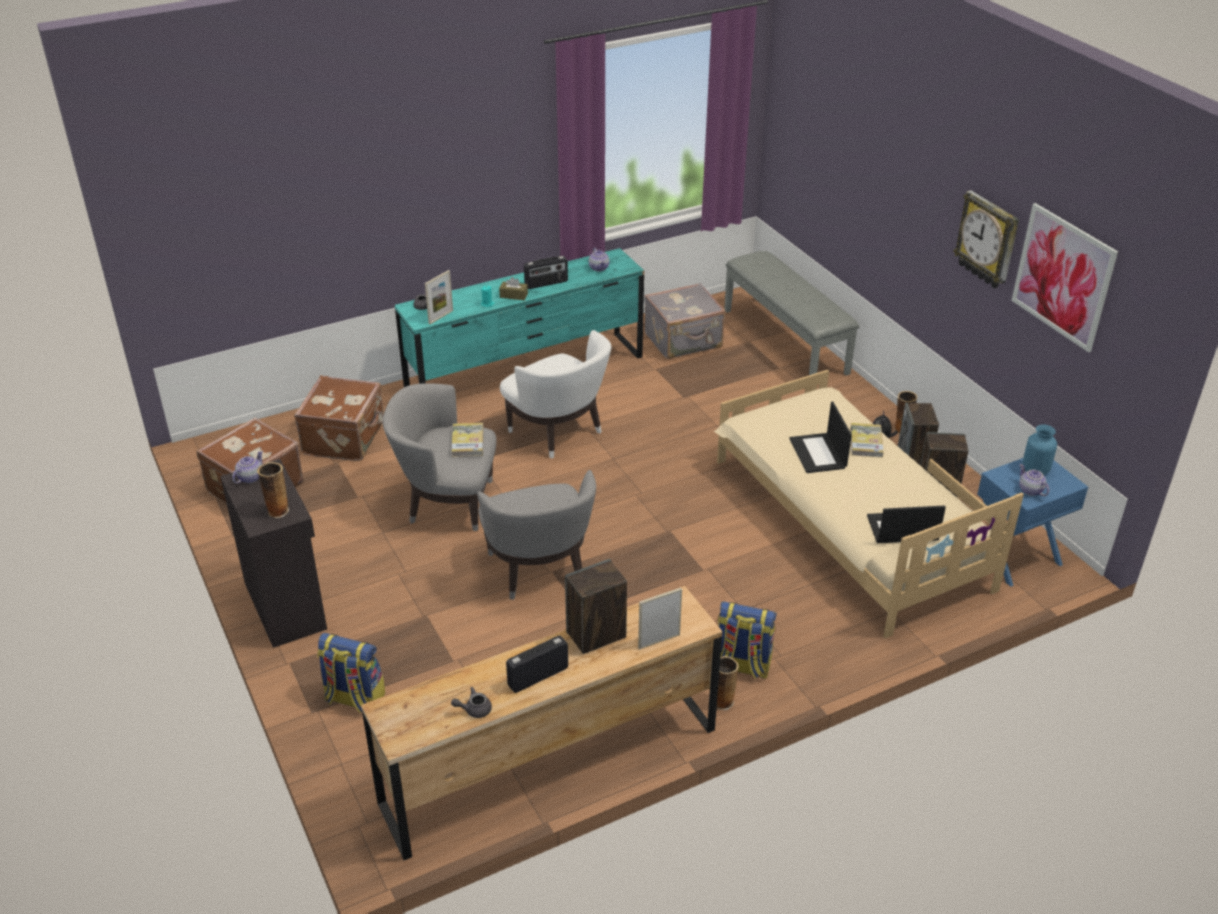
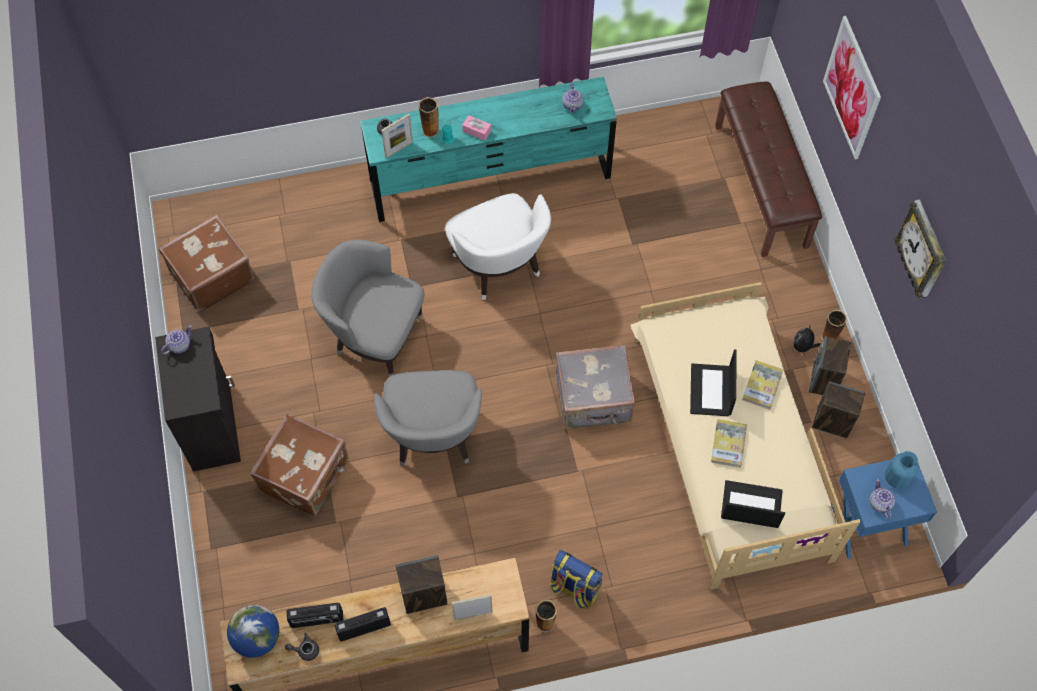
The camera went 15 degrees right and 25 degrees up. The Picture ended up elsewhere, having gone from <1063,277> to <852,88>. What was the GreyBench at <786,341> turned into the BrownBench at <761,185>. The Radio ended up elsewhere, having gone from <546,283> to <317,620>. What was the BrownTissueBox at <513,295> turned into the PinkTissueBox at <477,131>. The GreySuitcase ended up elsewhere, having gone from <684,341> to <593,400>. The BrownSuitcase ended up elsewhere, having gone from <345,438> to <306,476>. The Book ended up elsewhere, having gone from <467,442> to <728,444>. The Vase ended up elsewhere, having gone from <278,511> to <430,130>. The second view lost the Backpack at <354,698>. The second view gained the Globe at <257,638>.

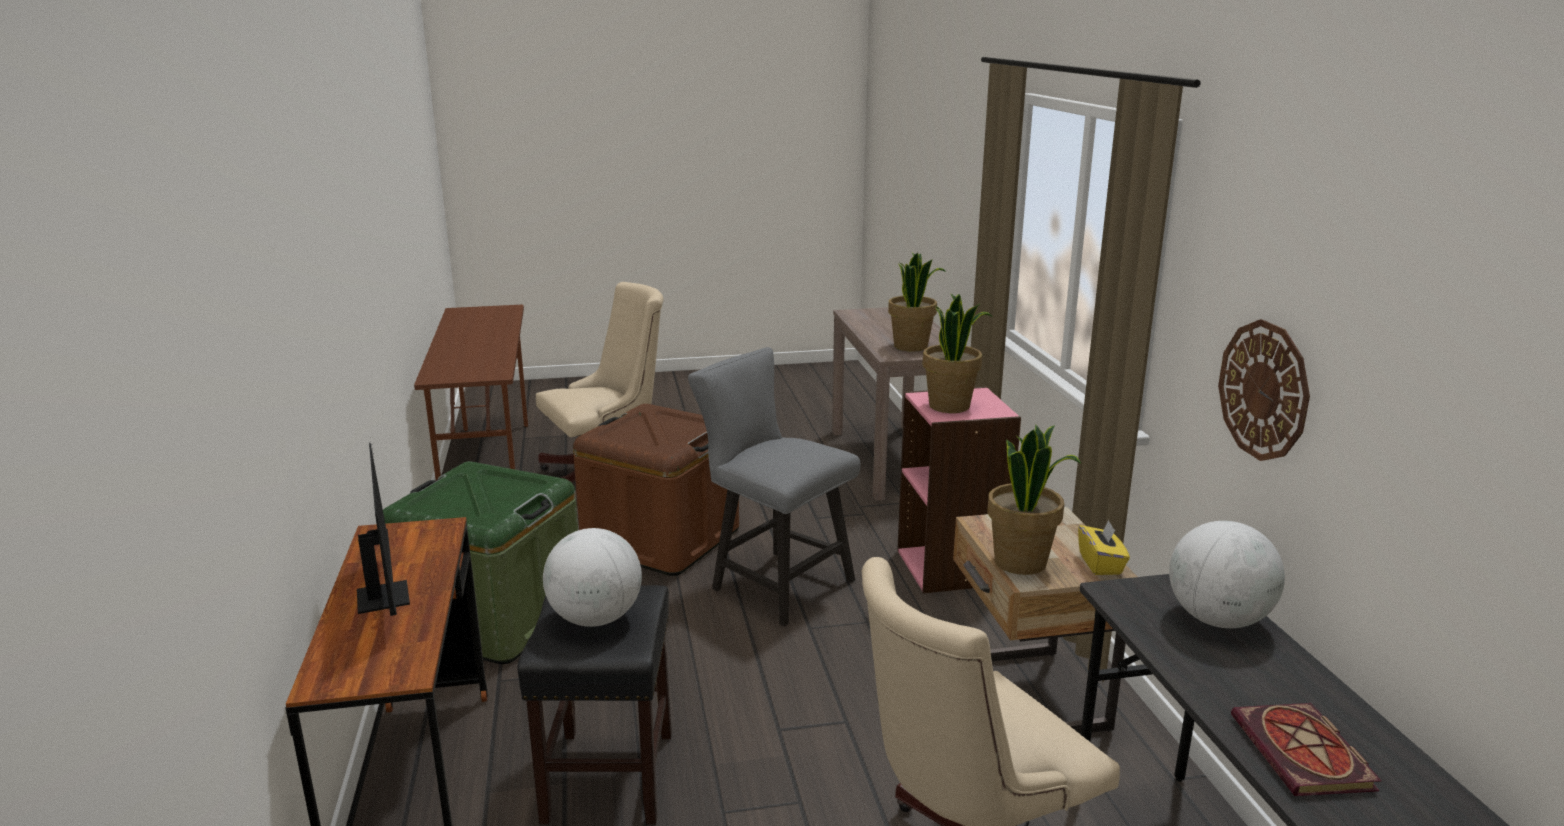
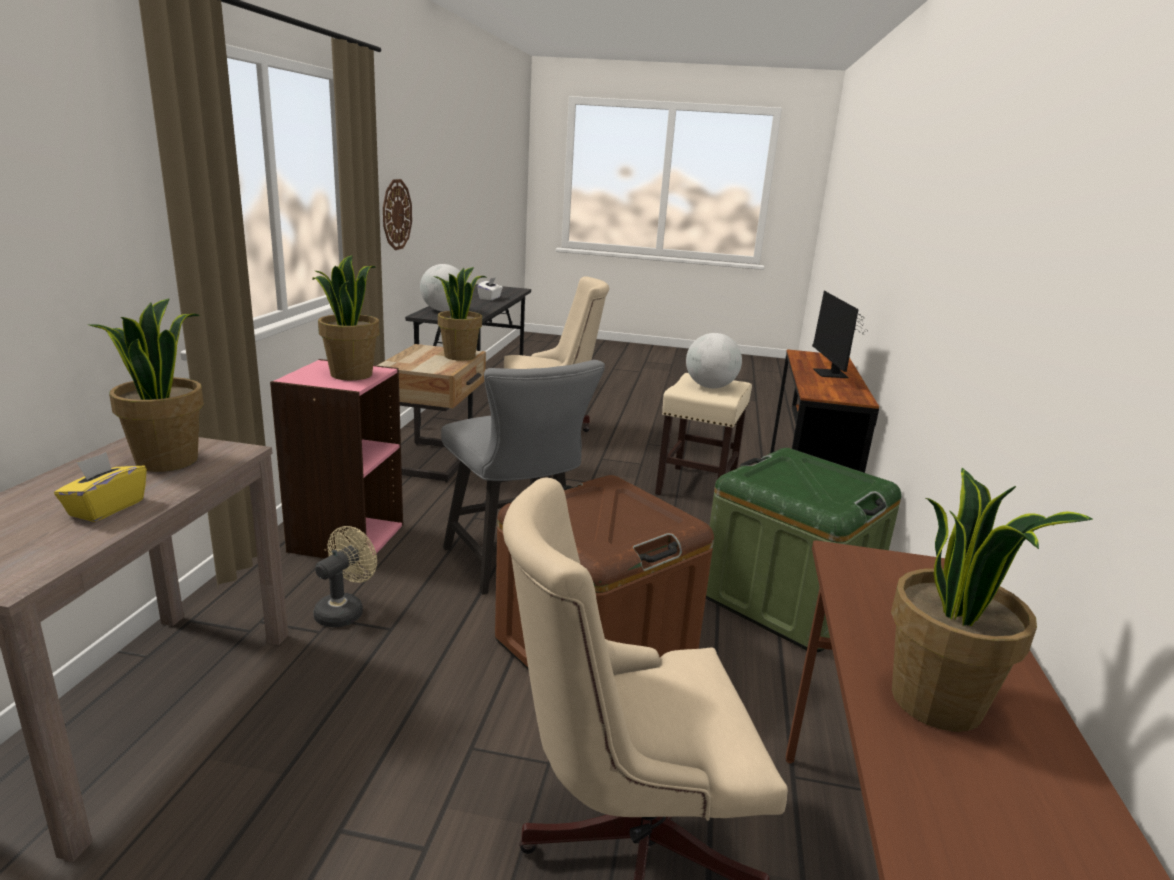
The camera went 160 degrees left and 0 degrees up. The YellowTissueBox ended up elsewhere, having gone from <1101,564> to <106,508>. What was the BlackStool at <609,777> turned into the BeigeStool at <696,486>. Where the Book stood at <1305,755>, the WhiteTissueBox came to stand at <490,298>. The second view gained the PottedPlant at <938,702>. The second view gained the BeigeFan at <344,610>.

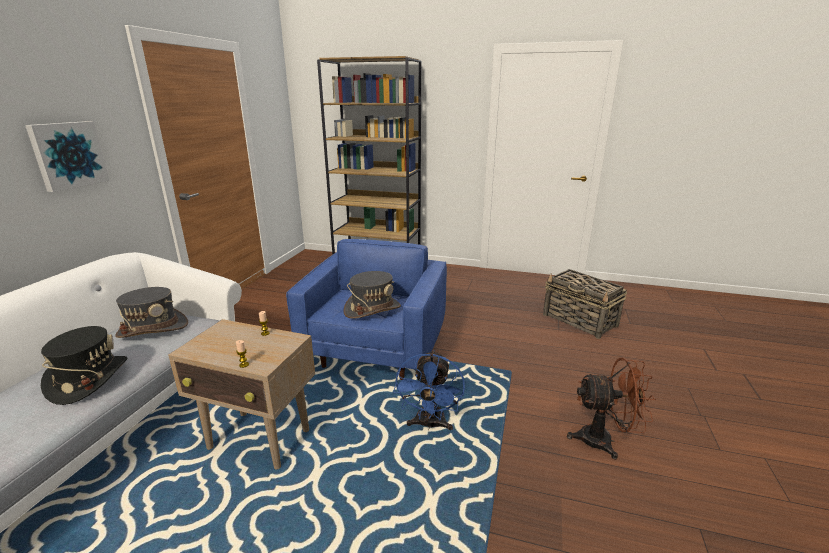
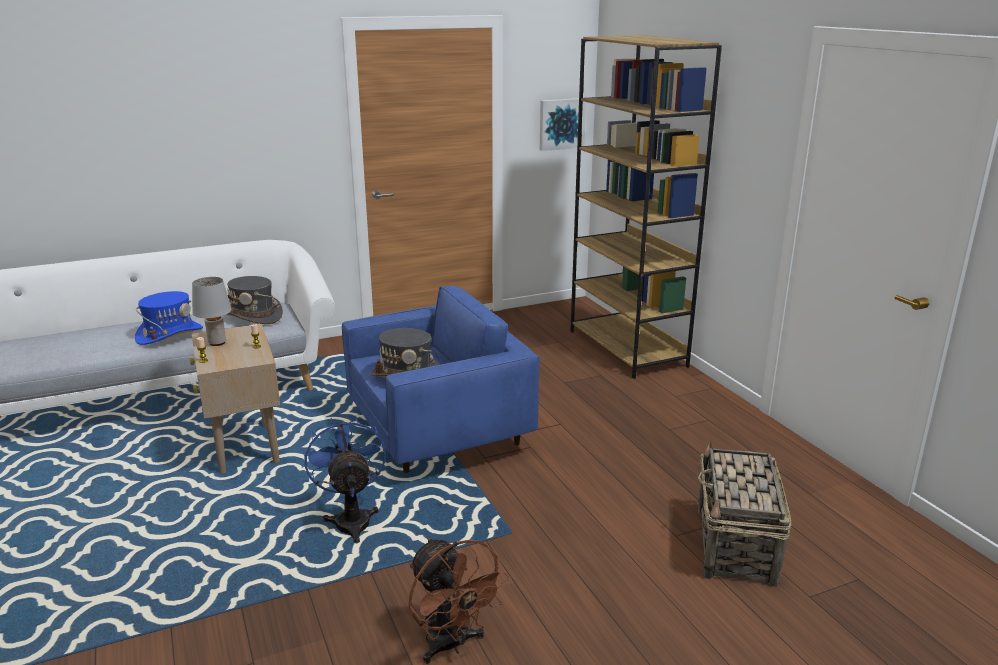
The camera went 50 degrees right and 0 degrees up. The Picture ended up elsewhere, having gone from <68,155> to <561,123>. What was the BlackHat at <88,379> turned into the BlueHat at <169,334>. The BlueFan at <429,425> ended up facing another way, 105 degrees clockwise from before. The second view gained the GreyTableLamp at <217,343>.

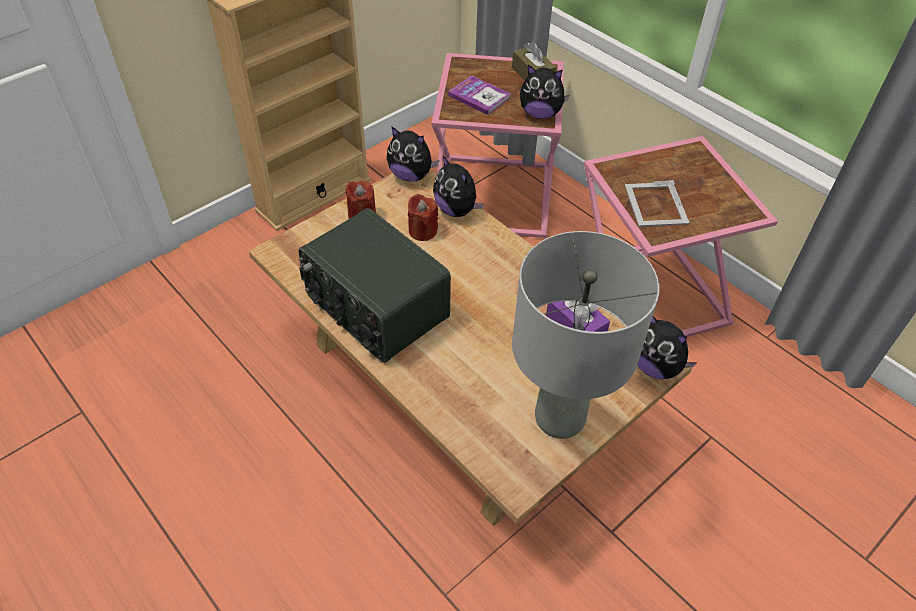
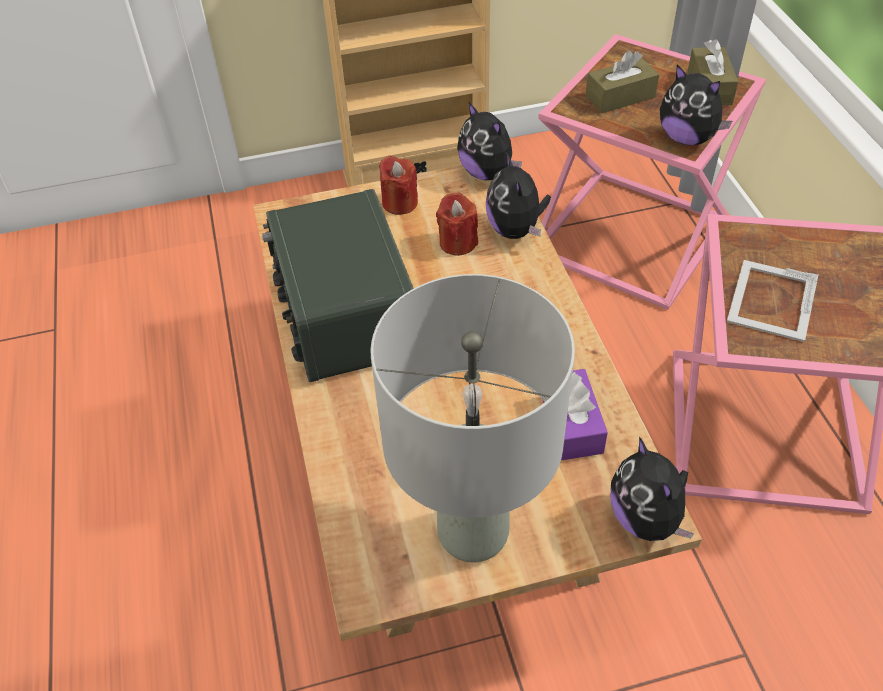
The camera went 30 degrees right and 0 degrees up. Where the Book stood at <479,97>, the BrownTissueBox came to stand at <620,97>.

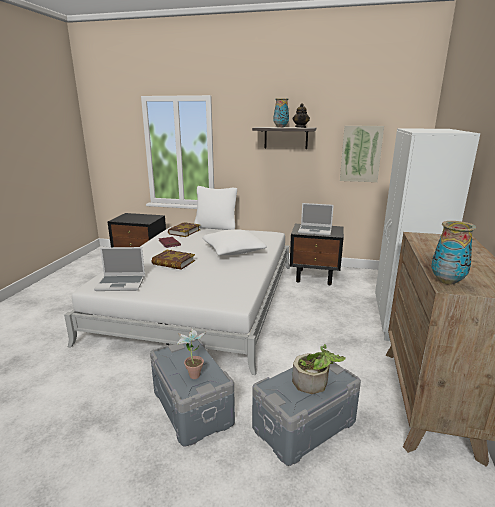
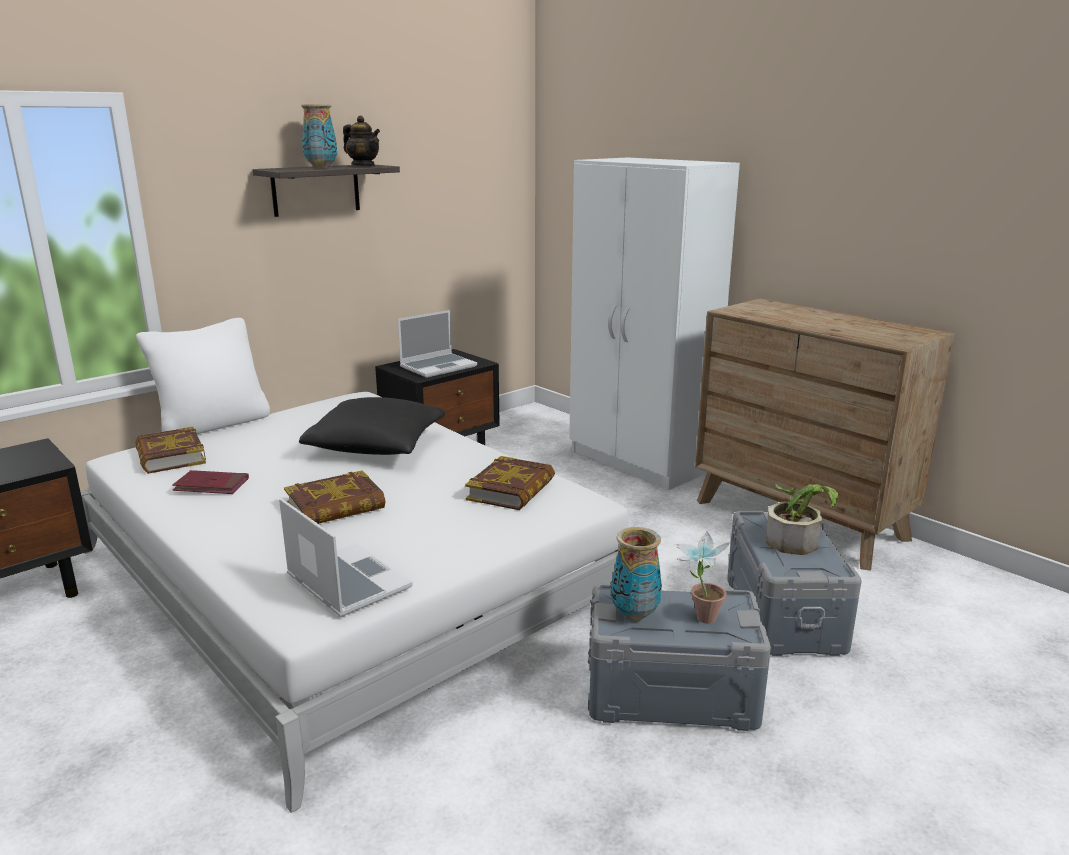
The camera went 55 degrees left and 0 degrees up. The second view lost the Picture at <361,154>. The Vase ended up elsewhere, having gone from <446,281> to <634,614>. What was the WhitePillow at <233,251> turned into the BlackPillow at <376,446>. The Laptop at <121,283> ended up facing another way, 75 degrees counterclockwise from before. The second view gained the Book at <511,490>.

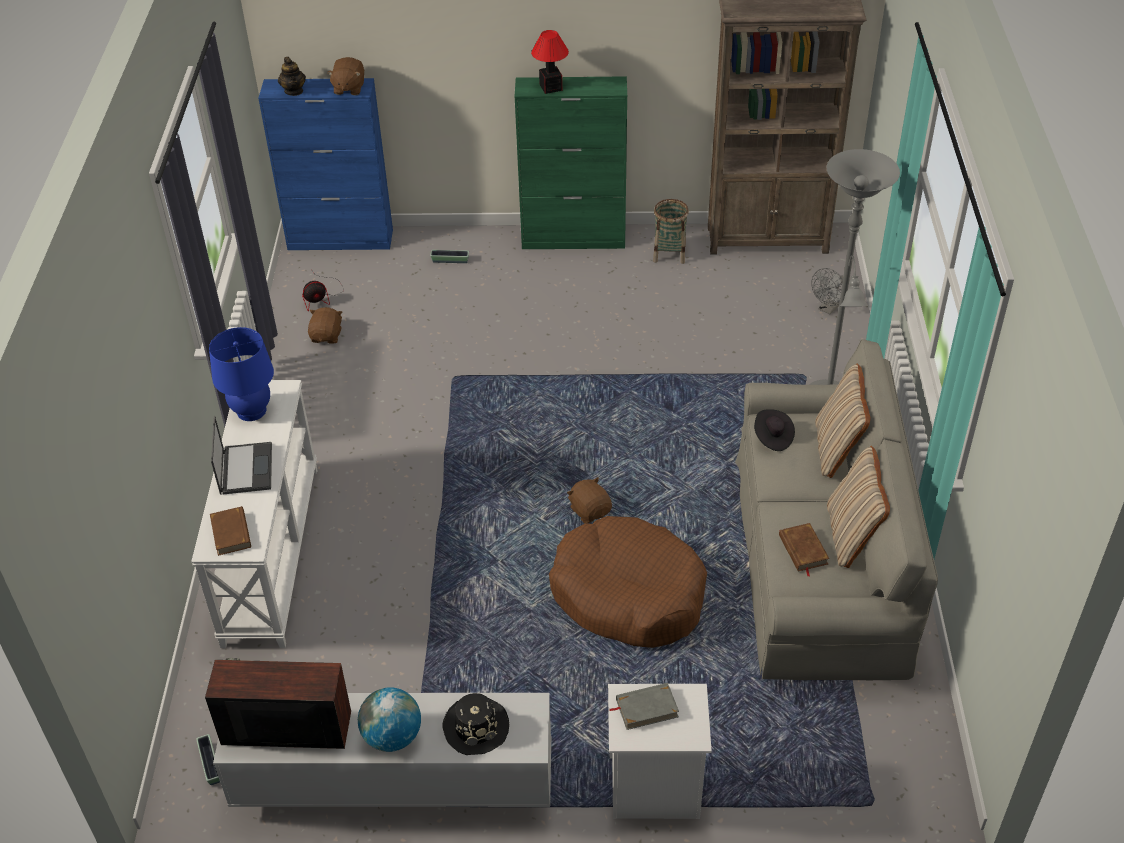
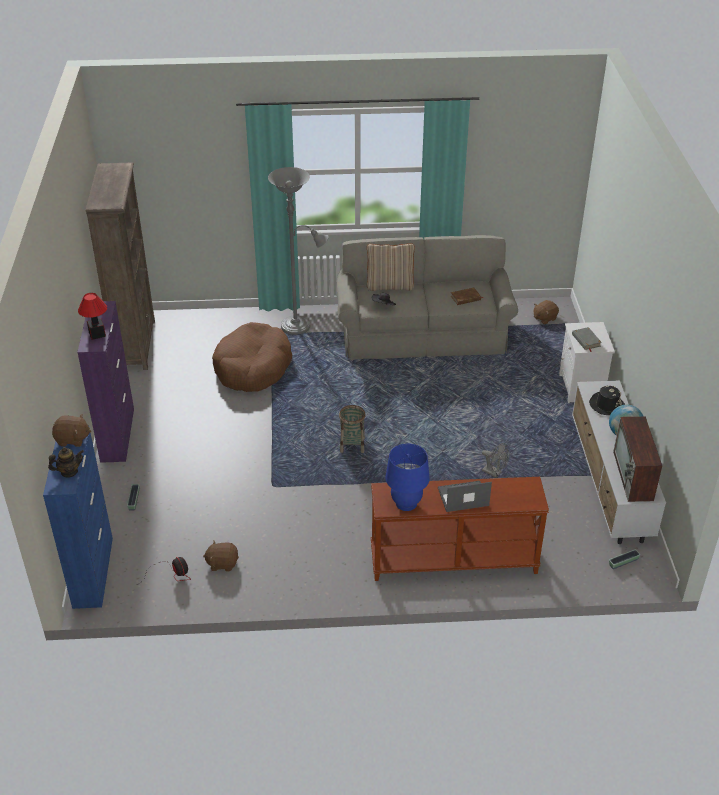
The camera went 95 degrees left and 5 degrees down. What was the GreenCabinet at <574,239> turned into the PurpleCabinet at <117,434>. The Basket ended up elsewhere, having gone from <669,253> to <352,445>. The GreyFan ended up elsewhere, having gone from <828,309> to <494,473>. What was the WhiteConsoleTable at <270,553> turned into the BrownConsoleTable at <453,561>. The second view lost the BeigePillow at <851,535>. The BrownPlushToy ended up elsewhere, having gone from <590,510> to <544,318>. The second view lost the BrownBook at <231,533>. The BrownDogBed ended up elsewhere, having gone from <628,594> to <253,367>.

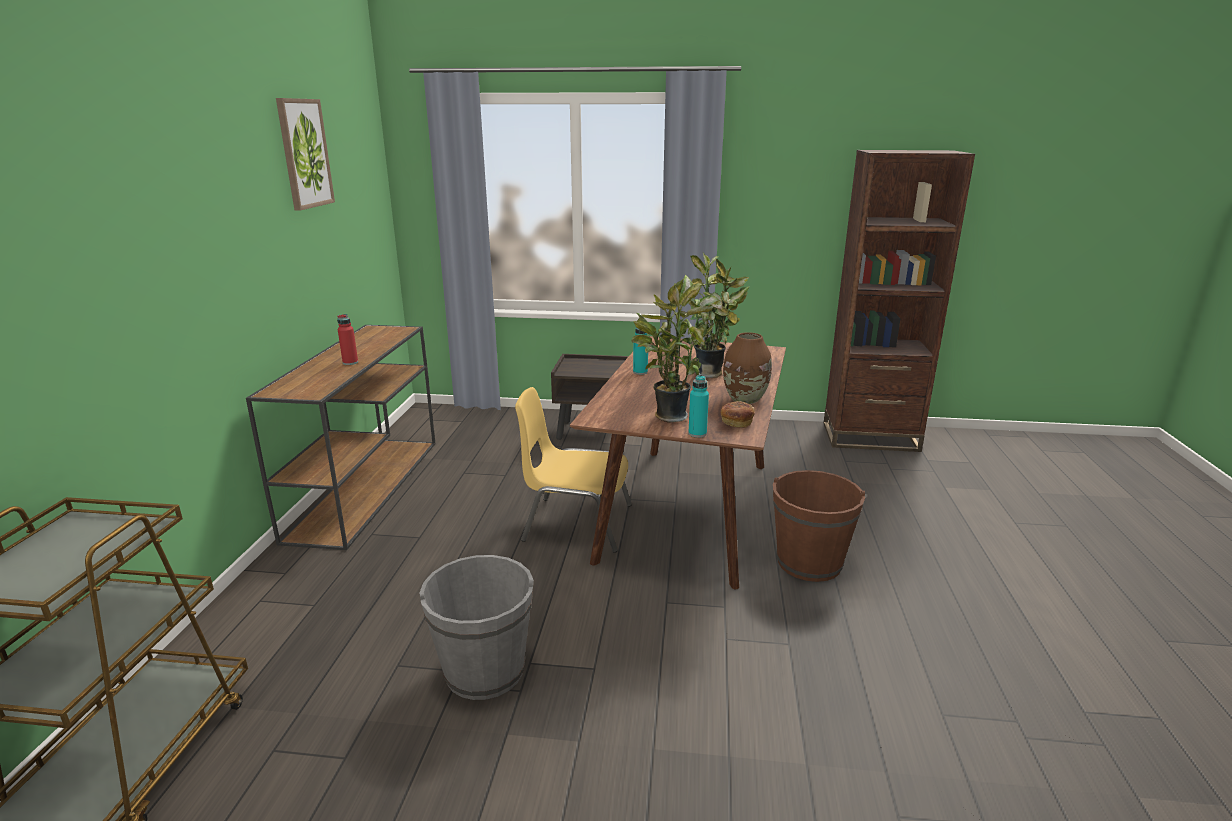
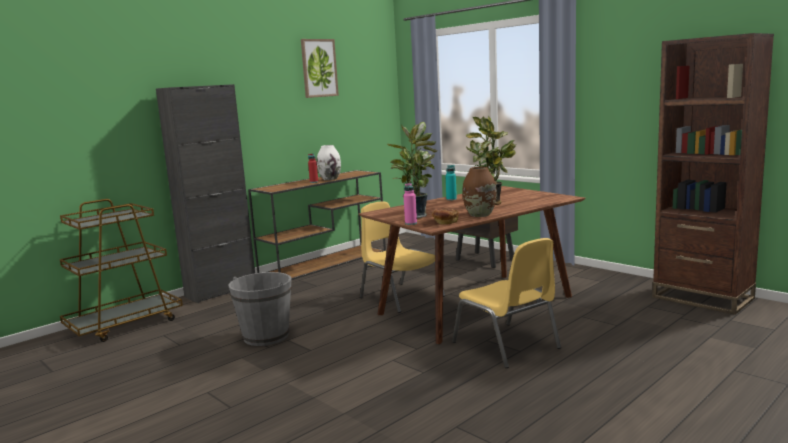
The camera went 40 degrees right and 10 degrees down. What was the TurquoiseBottle at <697,433> turned into the PinkBottle at <411,223>. Where the BrownBucket stood at <809,563>, the YellowChair came to stand at <507,346>. The second view gained the BlackCabinet at <221,291>. The second view gained the WhiteVase at <330,179>.

